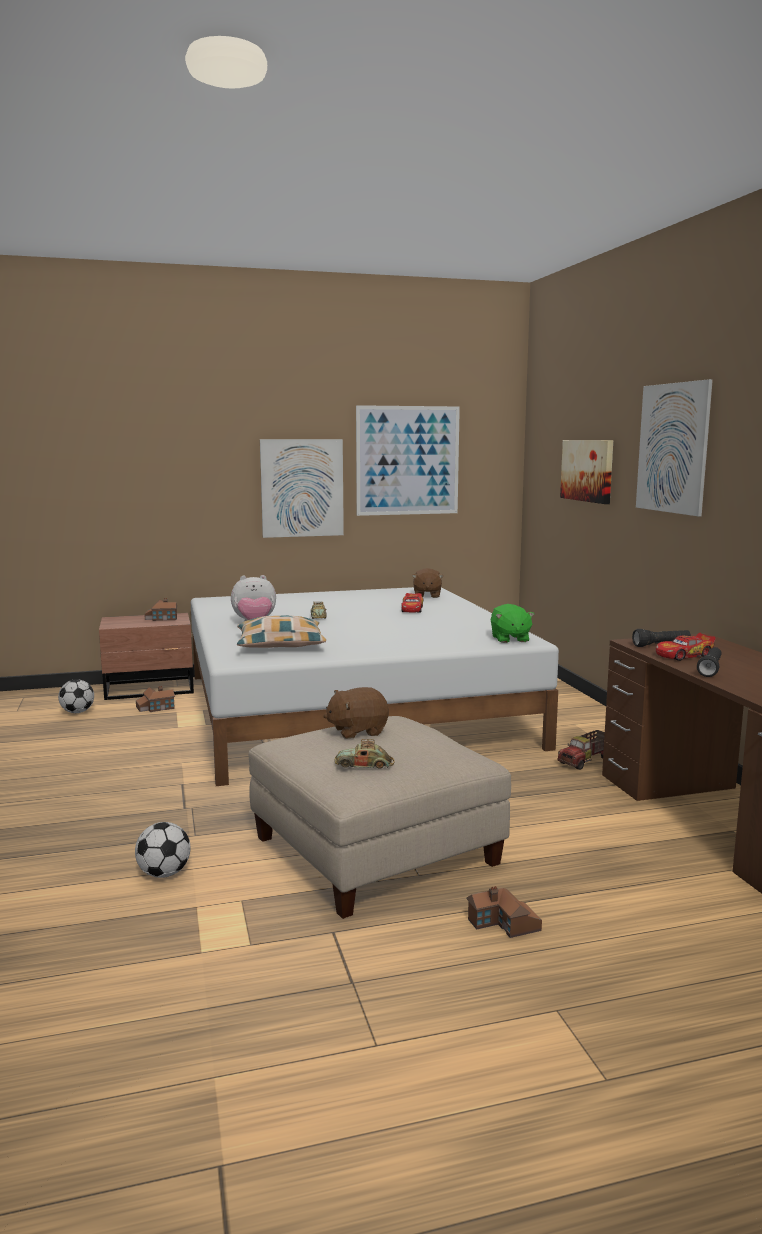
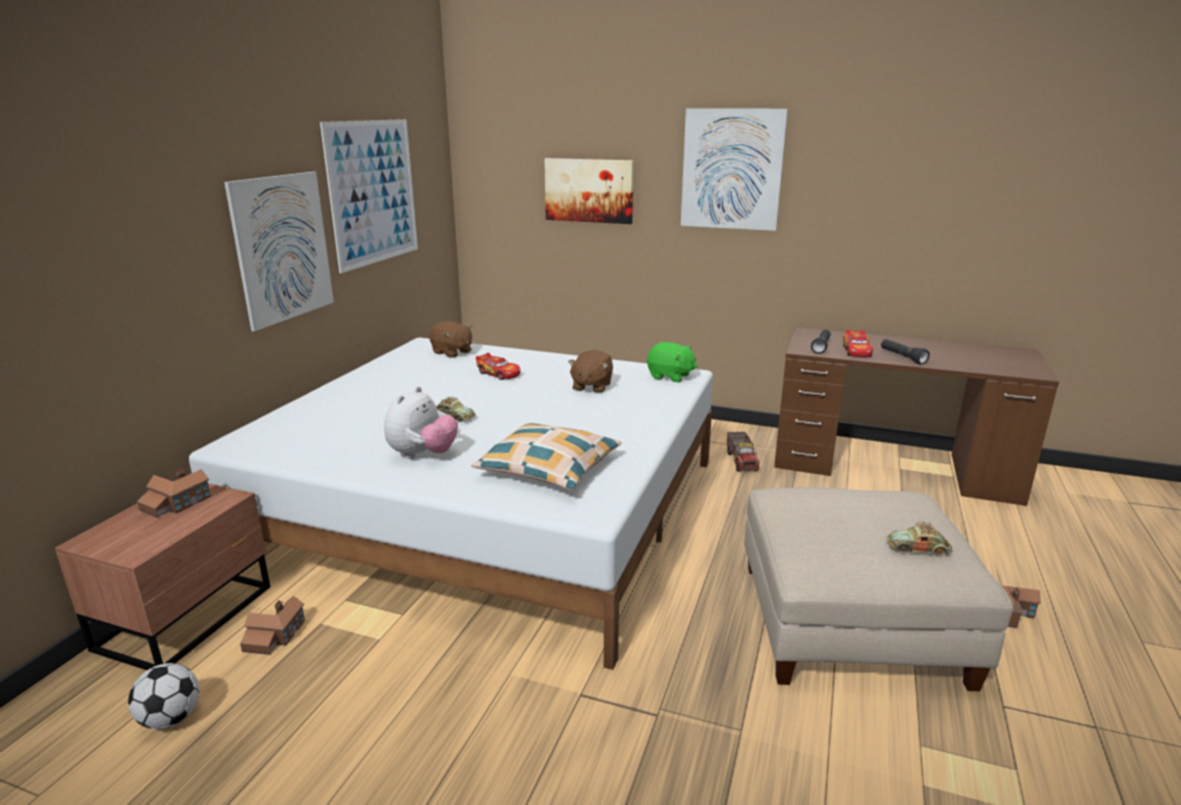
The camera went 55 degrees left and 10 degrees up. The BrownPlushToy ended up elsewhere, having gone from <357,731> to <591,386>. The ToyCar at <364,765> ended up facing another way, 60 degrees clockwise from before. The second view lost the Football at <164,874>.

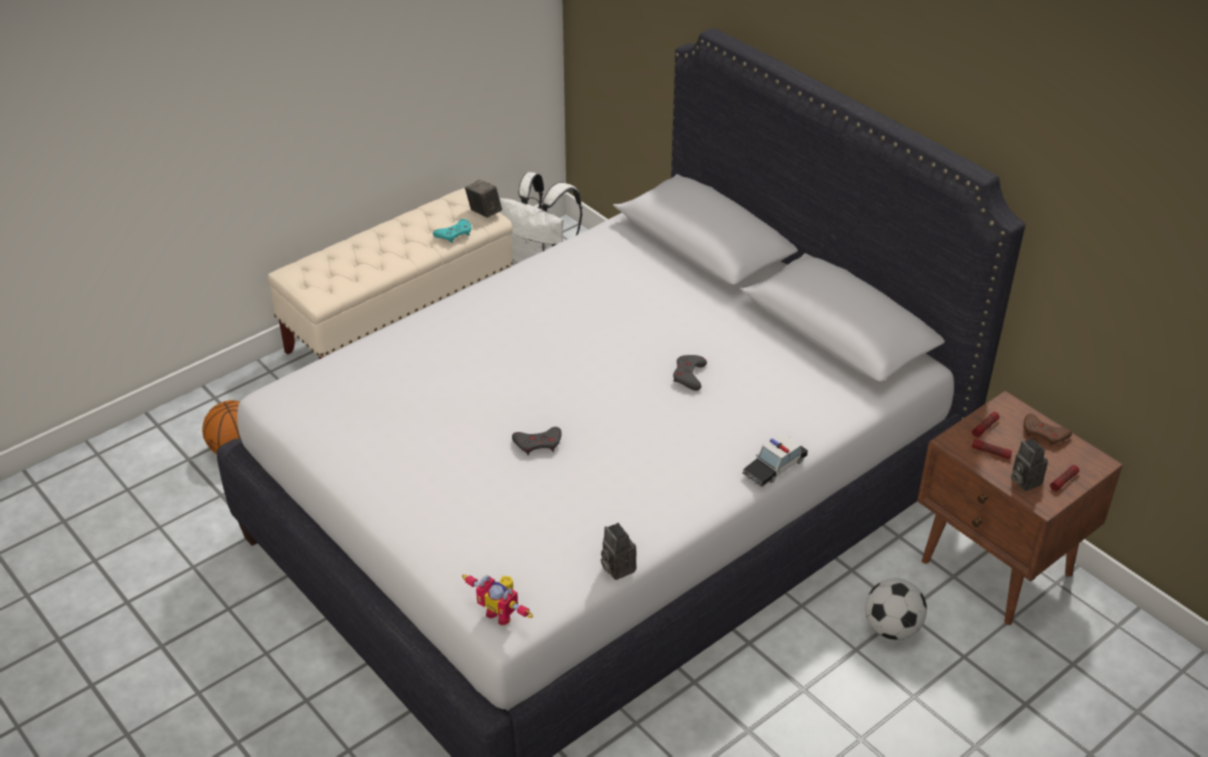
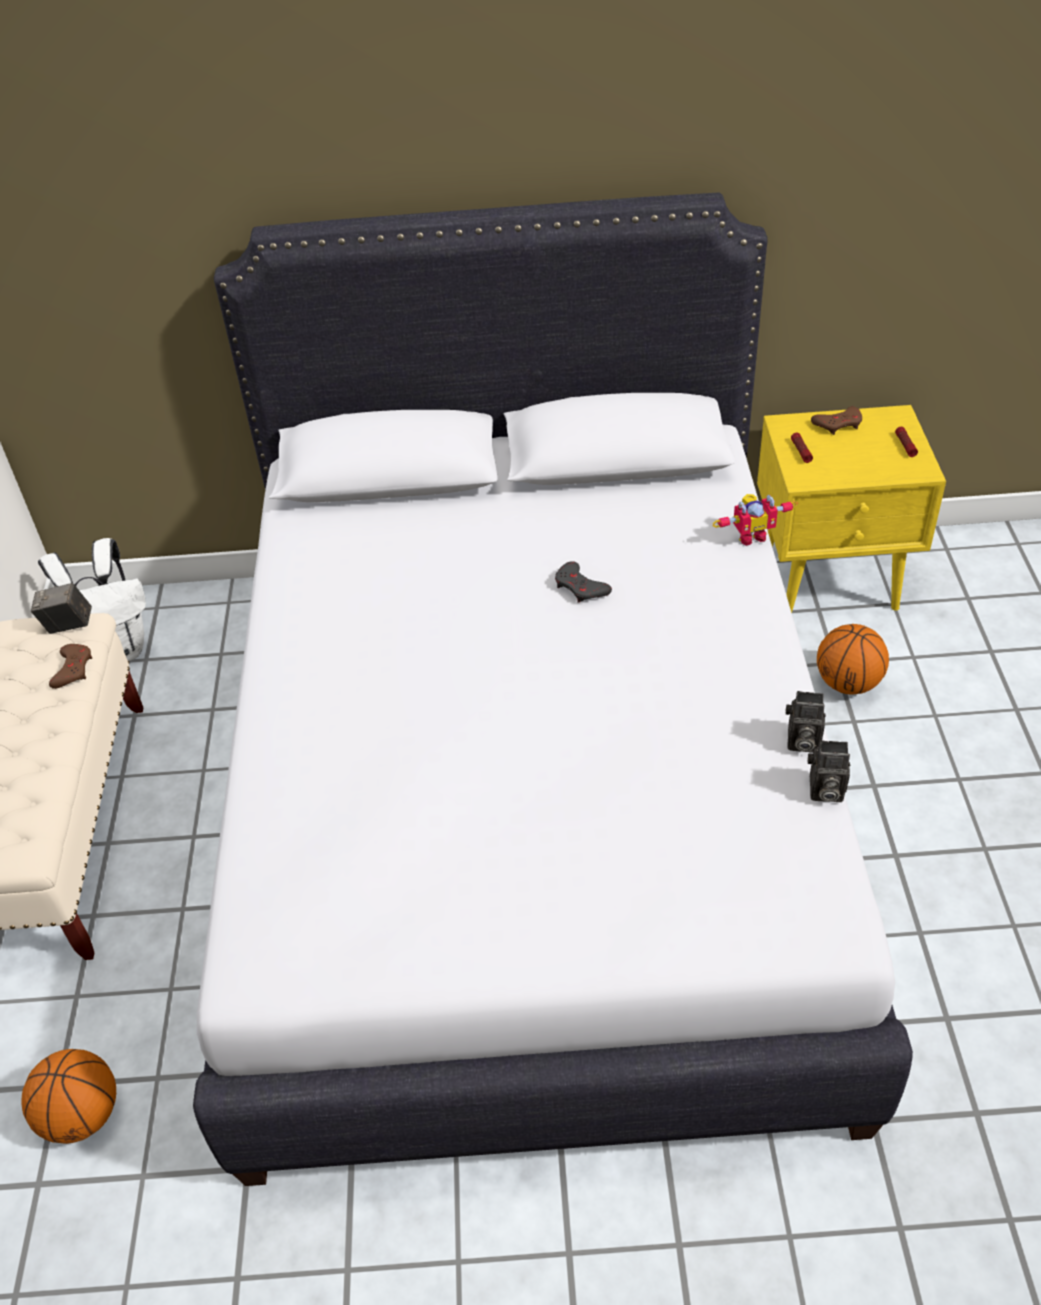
The camera went 50 degrees left and 5 degrees up. What was the TurquoiseGameController at <454,234> turned into the BrownGameController at <73,669>. What was the BrownNightstand at <997,569> turned into the YellowNightstand at <832,578>. The second view lost the GreyGameController at <538,443>. The second view lost the ToyCar at <774,467>. The second view lost the Flashlight at <991,452>. The PhotoCamera ended up elsewhere, having gone from <1023,480> to <801,742>. The ToyRobot ended up elsewhere, having gone from <501,613> to <750,535>. Where the Football stood at <892,628>, the Basketball came to stand at <847,683>.

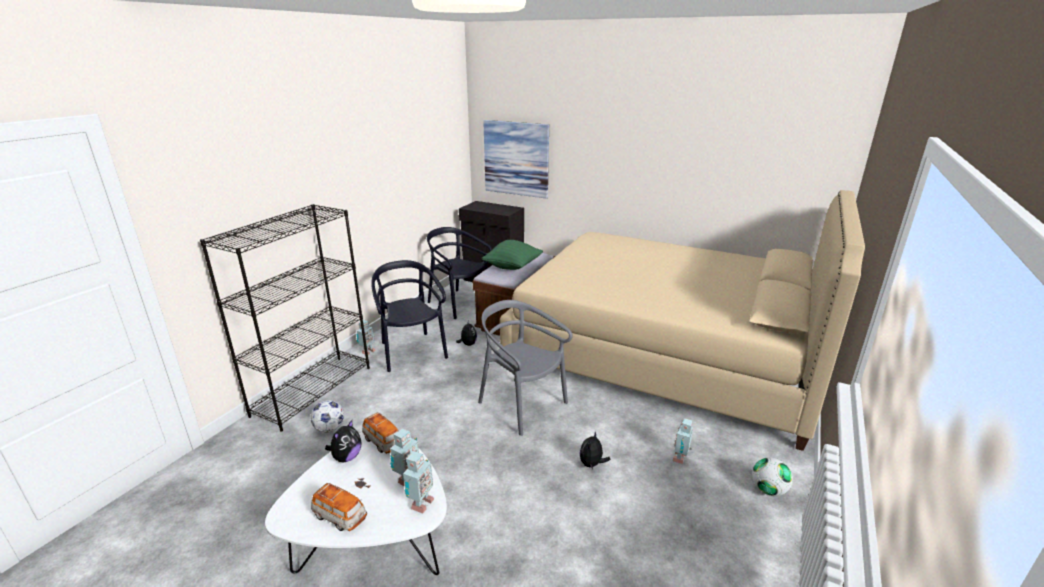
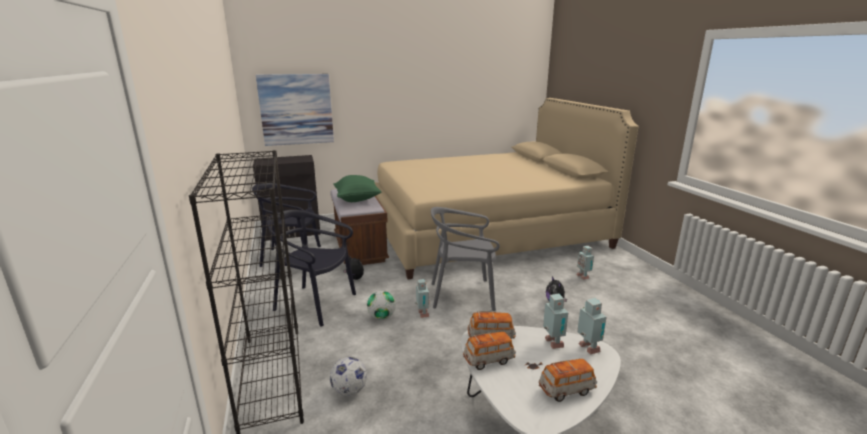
The camera went 45 degrees left and 5 degrees down. The ToyRobot ended up elsewhere, having gone from <367,352> to <422,314>. Where the PlushToy stood at <346,457>, the ToyCar came to stand at <489,360>. The Football ended up elsewhere, having gone from <768,490> to <381,317>.

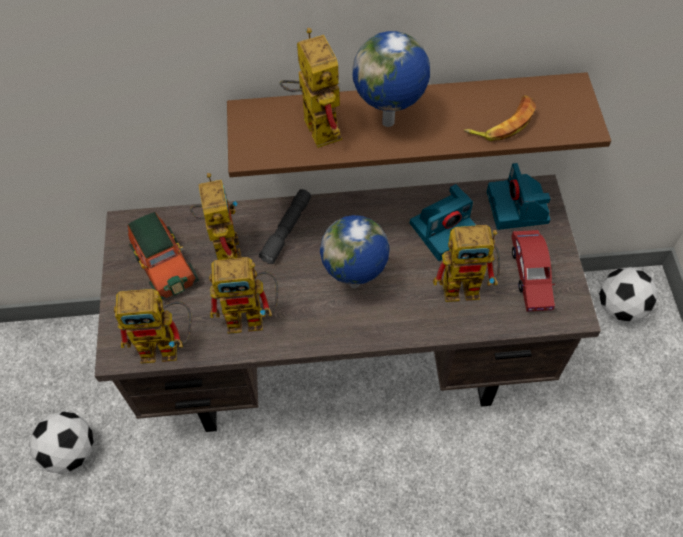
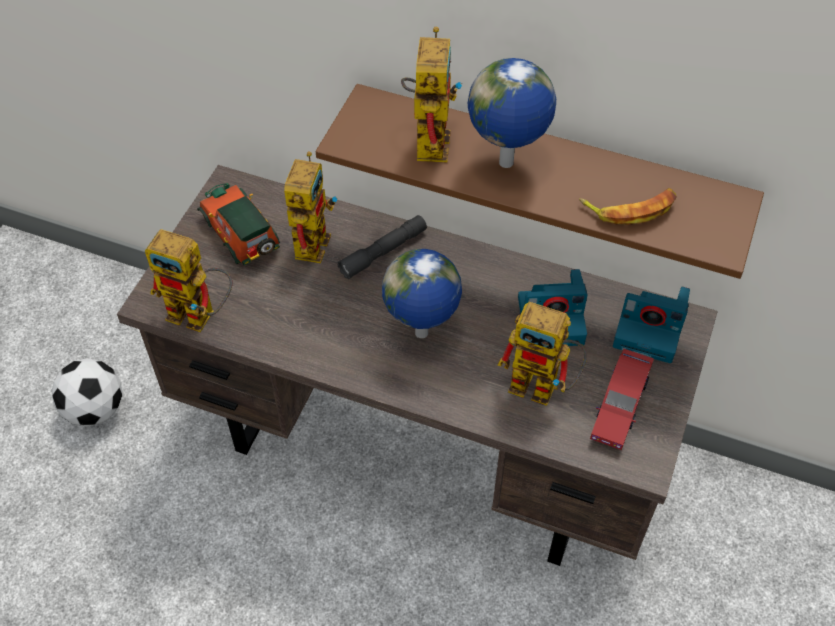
The camera went 25 degrees right and 5 degrees down. The PhotoCamera at <518,208> ended up facing another way, 90 degrees counterclockwise from before. The ToyCar at <163,264> ended up facing another way, 150 degrees clockwise from before. The second view lost the ToyRobot at <253,316>. The second view lost the Football at <620,307>.

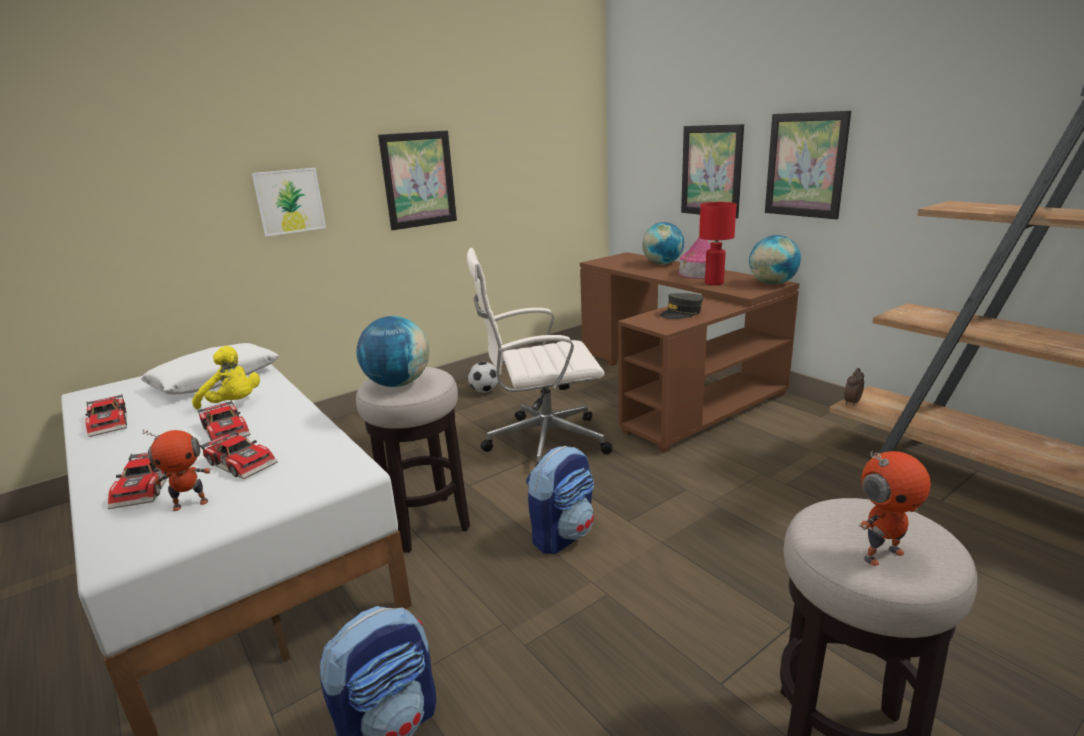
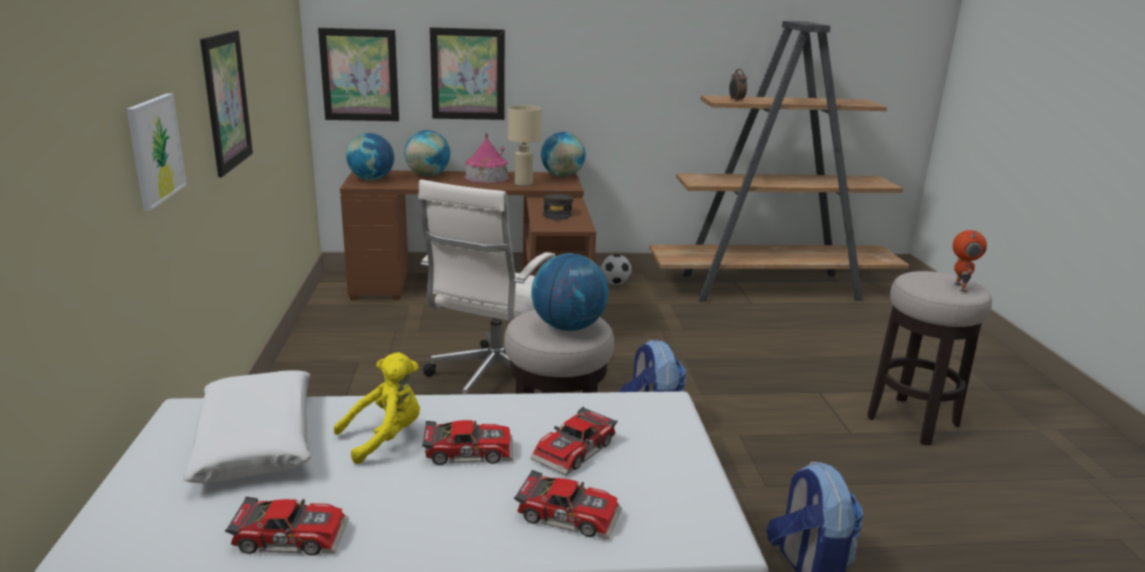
The camera went 60 degrees left and 0 degrees up. The Picture ended up elsewhere, having gone from <805,165> to <359,75>. What was the RedTableLamp at <713,283> turned into the BeigeTableLamp at <523,184>. The Football ended up elsewhere, having gone from <484,391> to <615,284>. The AlarmClock ended up elsewhere, having gone from <851,402> to <736,101>. The second view lost the ToyRobot at <191,504>. The ToyCar at <243,462> ended up facing another way, 150 degrees clockwise from before. The second view gained the Globe at <371,179>.

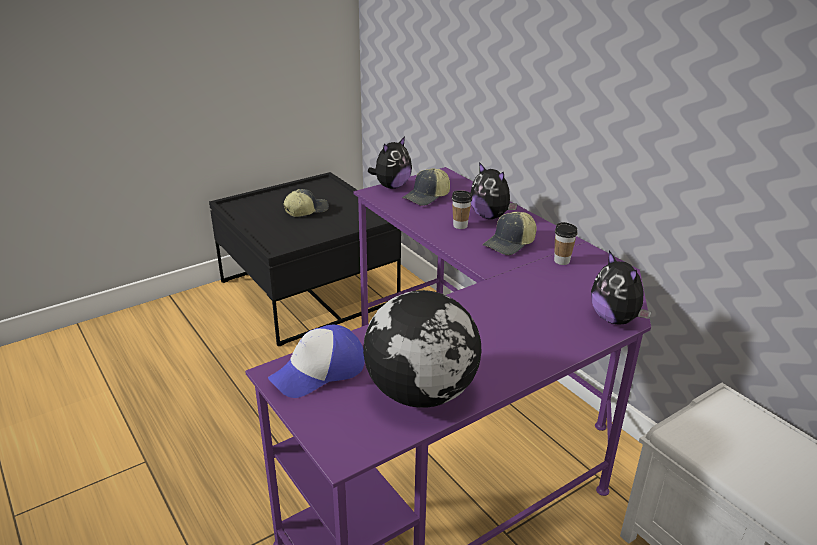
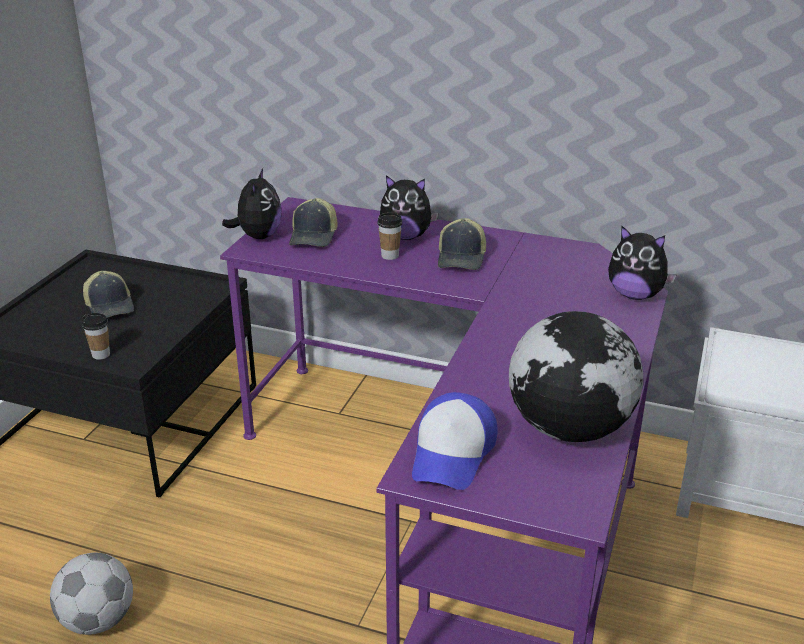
The camera went 35 degrees left and 0 degrees up. The Cap at <306,210> ended up facing another way, 135 degrees clockwise from before. The Cup ended up elsewhere, having gone from <561,261> to <101,355>. The second view gained the Football at <98,621>.

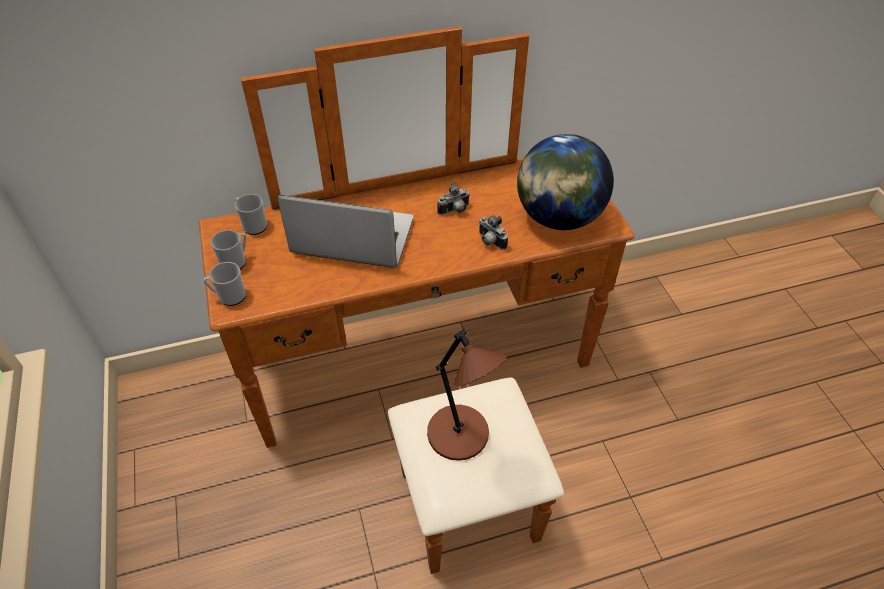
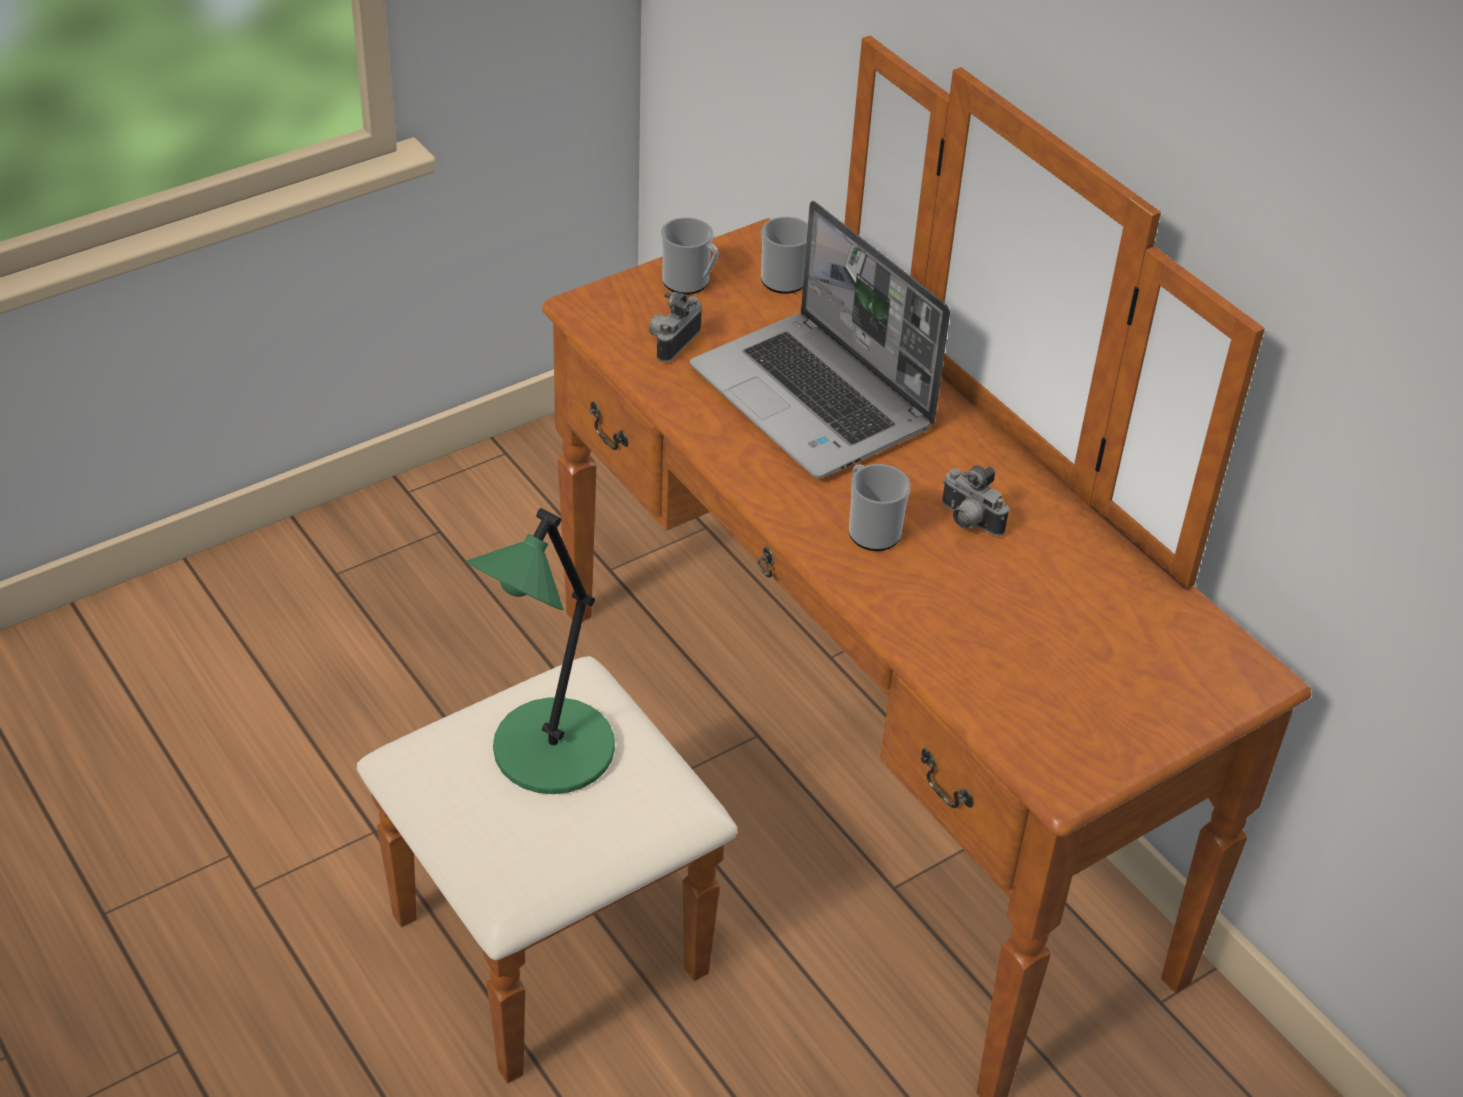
The camera went 70 degrees right and 5 degrees down. The second view lost the Globe at <558,217>. The Laptop at <351,238> ended up facing another way, 150 degrees clockwise from before. The PhotoCamera ended up elsewhere, having gone from <490,242> to <672,342>. The Mug ended up elsewhere, having gone from <229,296> to <870,529>. What was the BrownTableLamp at <461,435> turned into the GreenTableLamp at <549,753>.

